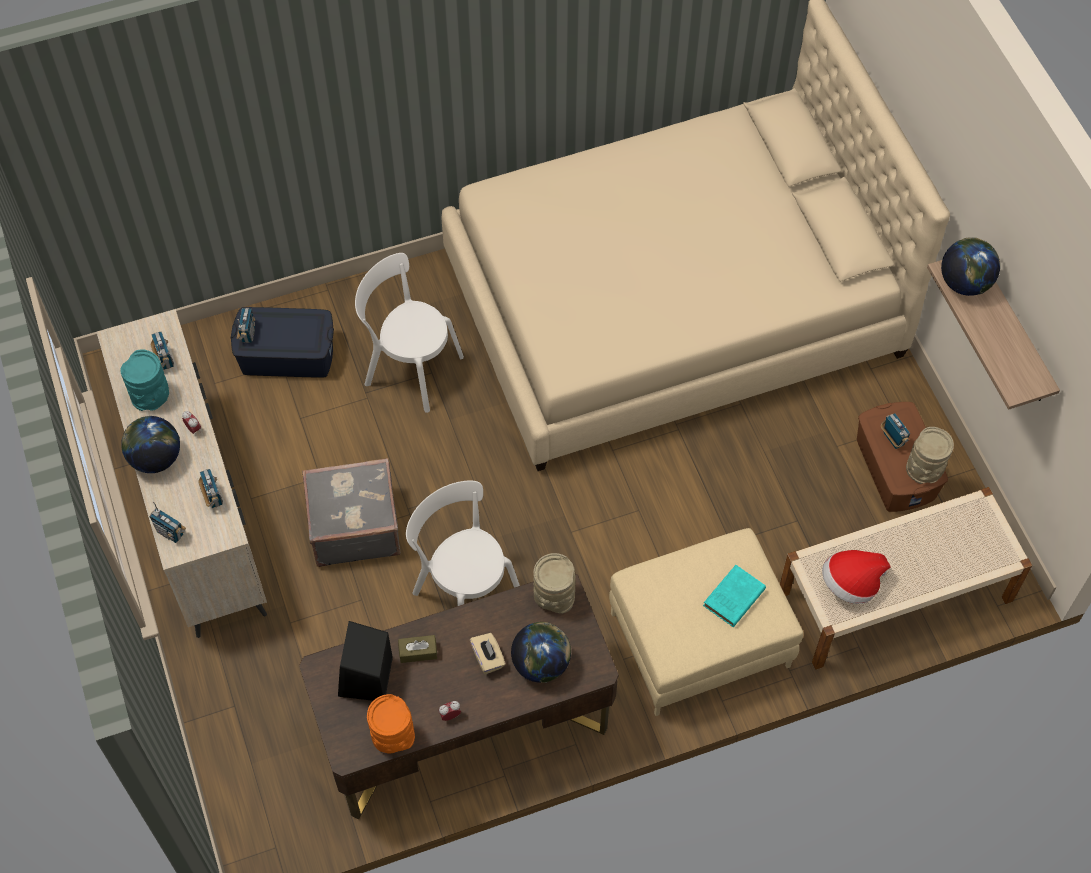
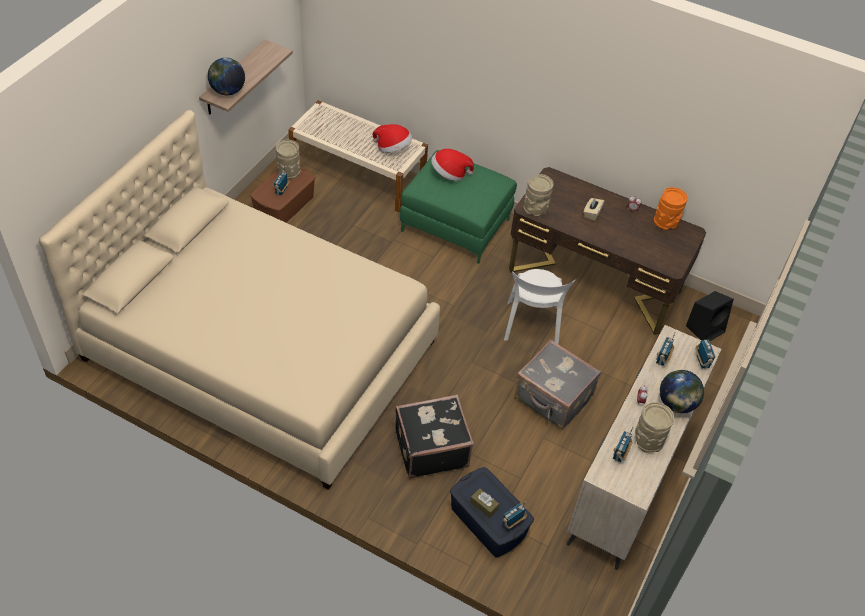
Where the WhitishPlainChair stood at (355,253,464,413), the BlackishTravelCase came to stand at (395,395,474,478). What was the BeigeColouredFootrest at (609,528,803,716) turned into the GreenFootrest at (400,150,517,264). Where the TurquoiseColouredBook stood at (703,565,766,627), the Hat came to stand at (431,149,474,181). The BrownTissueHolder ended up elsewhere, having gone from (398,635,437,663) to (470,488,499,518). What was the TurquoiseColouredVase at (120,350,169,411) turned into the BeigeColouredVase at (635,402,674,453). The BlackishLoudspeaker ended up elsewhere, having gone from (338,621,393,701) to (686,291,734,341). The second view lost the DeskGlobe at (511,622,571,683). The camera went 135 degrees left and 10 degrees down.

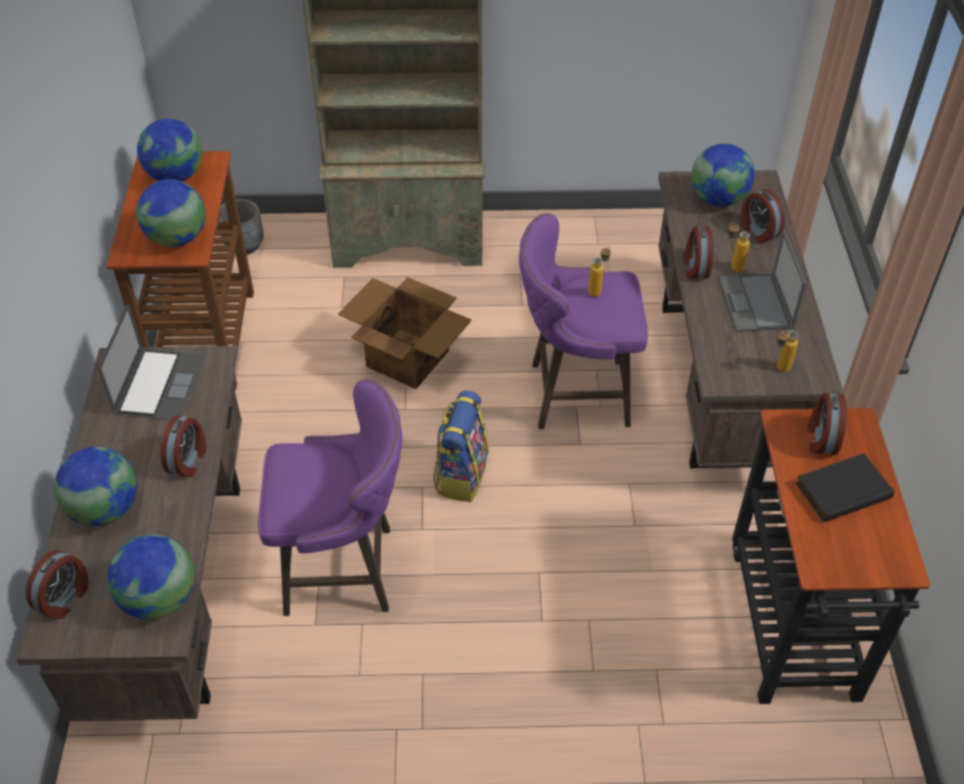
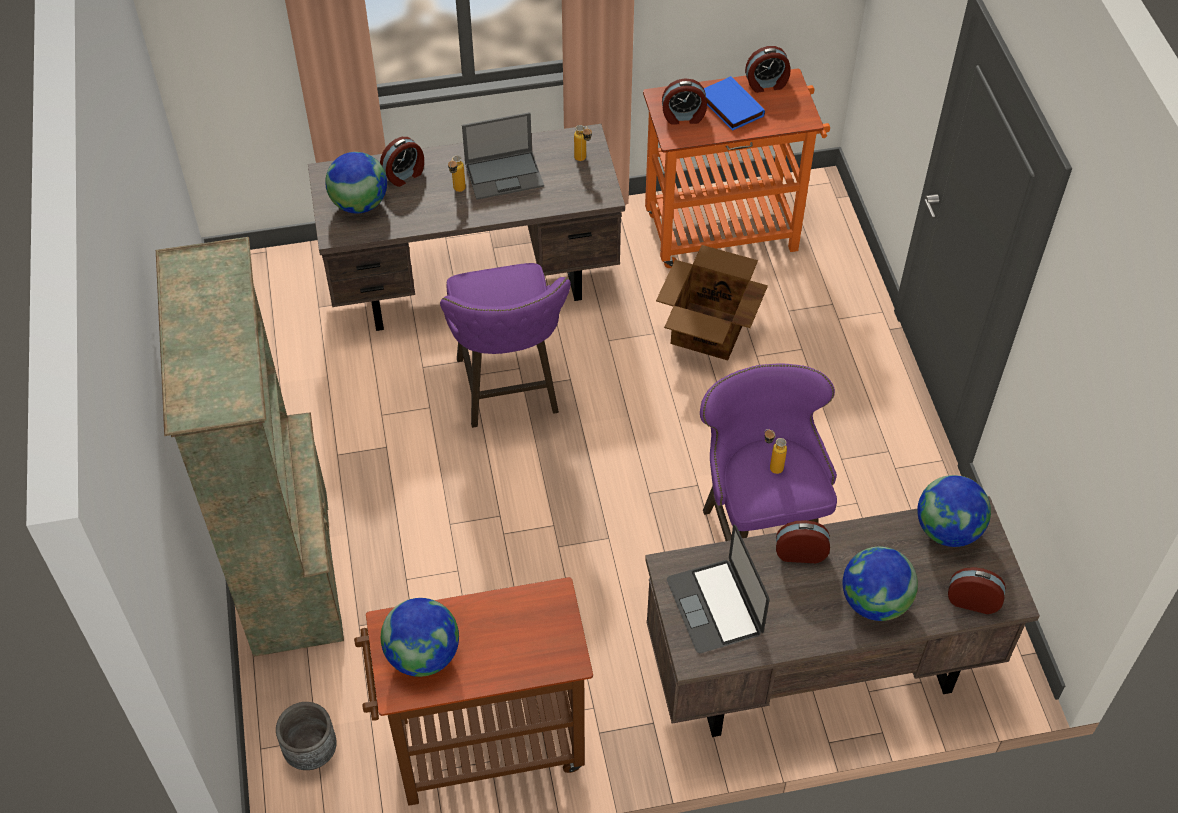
What was the BlackishTrolley at (732,408,930,704) turned into the OrangeTrolley at (643,68,830,268). The PackingBox ended up elsewhere, having gone from (338,277,472,389) to (656,245,768,360). The NotebookComputer at (98,304,205,420) ended up facing another way, 105 degrees counterclockwise from before. What was the BlackishBook at (796,453,894,522) turned into the BlueBook at (704,76,765,131). The AlarmClock ended up elsewhere, having gone from (683,226,714,279) to (745,46,791,93). The DrinkBottle ended up elsewhere, having gone from (588,246,611,297) to (765,429,787,474). The second view lost the DeskGlobe at (136,179,206,247). The second view lost the Backpack at (433,391,489,502). The camera went 100 degrees left and 5 degrees up.

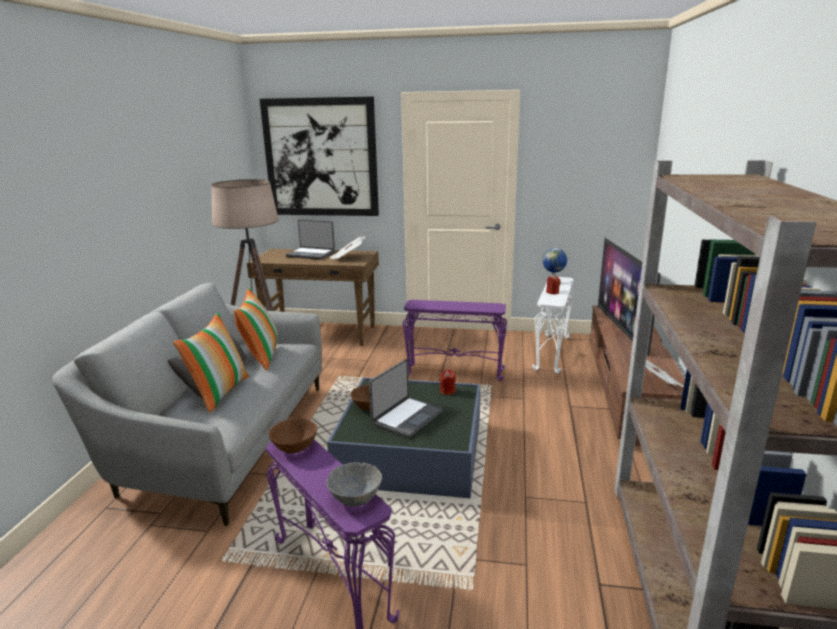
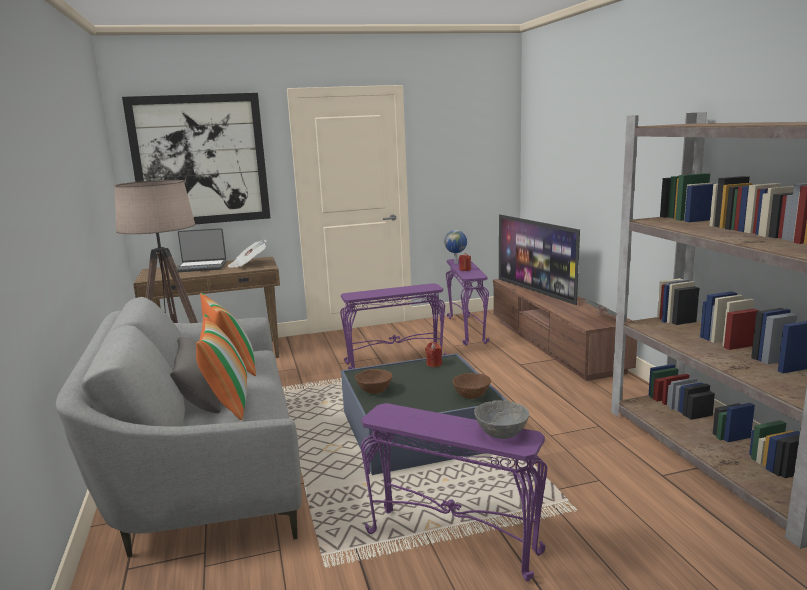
What was the WhitishAccentTable at (532,277,574,374) turned into the PurpleAccentTable at (446,259,489,346). The BrownBowl ended up elsewhere, having gone from (269,418,318,453) to (453,373,491,399). The second view lost the NotebookComputer at (369,359,443,438). The camera went 25 degrees left and 5 degrees down.

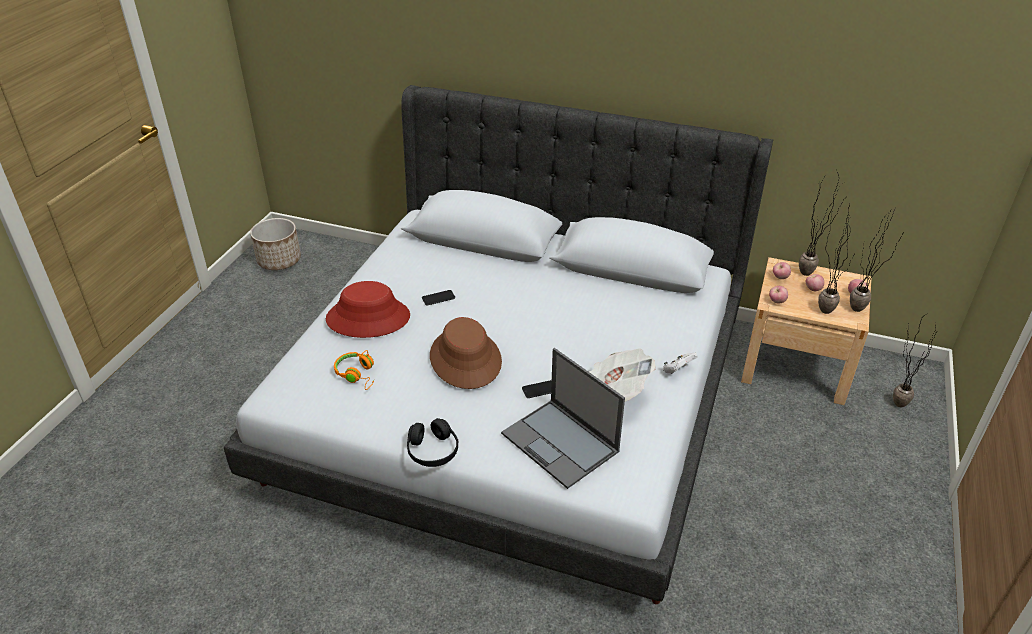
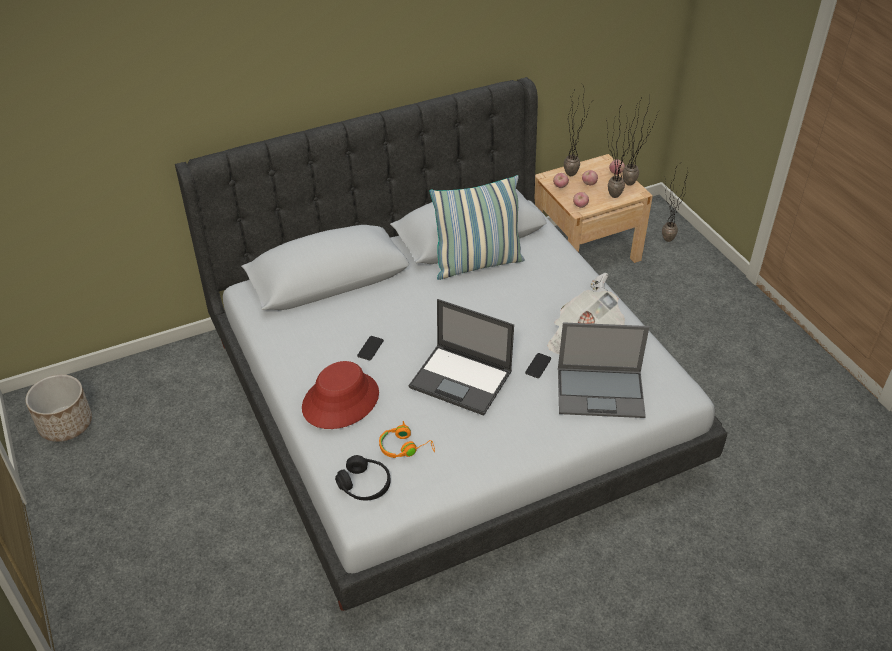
The BlackishHeadset ended up elsewhere, having gone from (407,418,459,467) to (335,455,390,501). Where the BrownHat stood at (430,317,502,389), the NotebookComputer came to stand at (409,299,514,416). The second view gained the Cushion at (429,175,525,280). The camera went 45 degrees left and 5 degrees up.

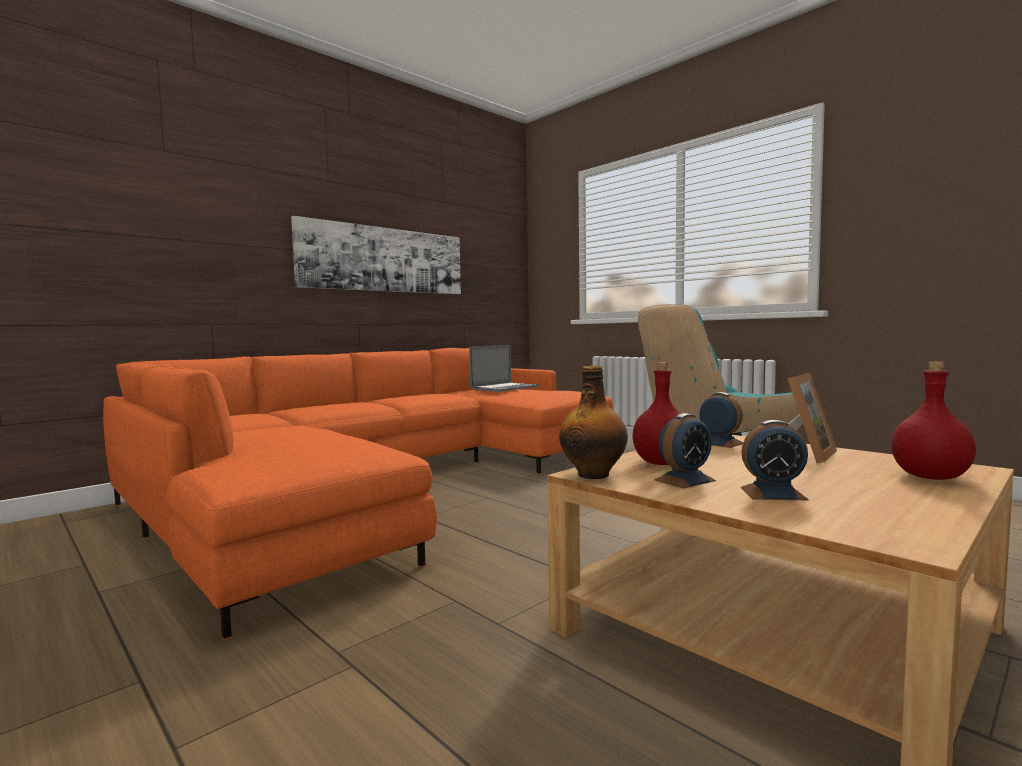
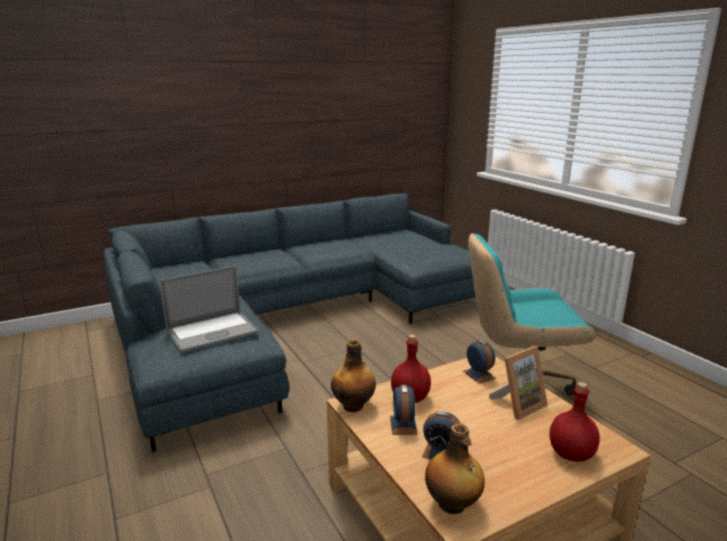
What was the OrangeCouch at (103,348,613,640) turned into the BlueCouch at (103,193,475,453). The NotebookComputer ended up elsewhere, having gone from (469,345,540,392) to (159,266,259,353). The AlarmClock at (654,413,716,489) ended up facing another way, 105 degrees clockwise from before. The second view gained the DrinkBottle at (425,423,485,514). The second view lost the WallArt at (291,216,461,294). The camera went 15 degrees right and 15 degrees up.

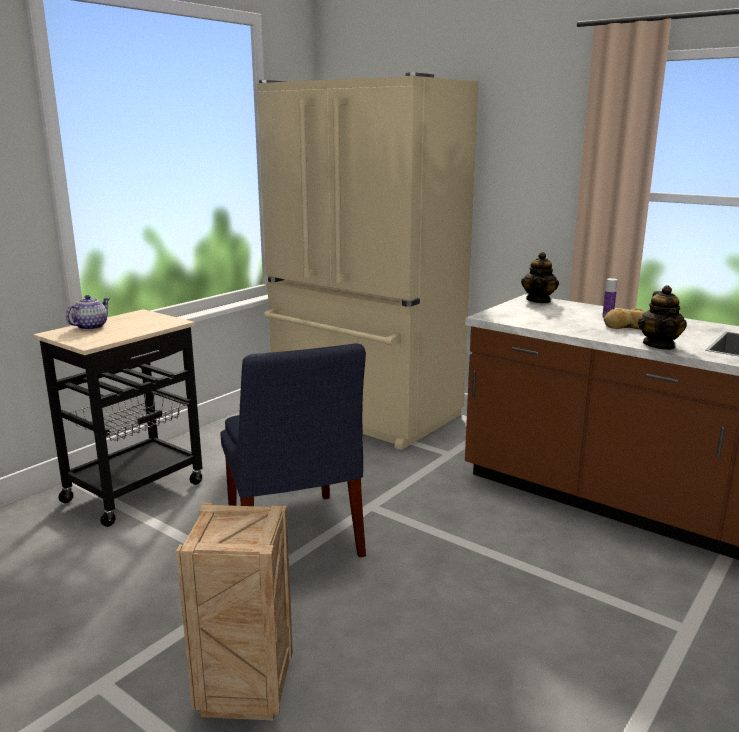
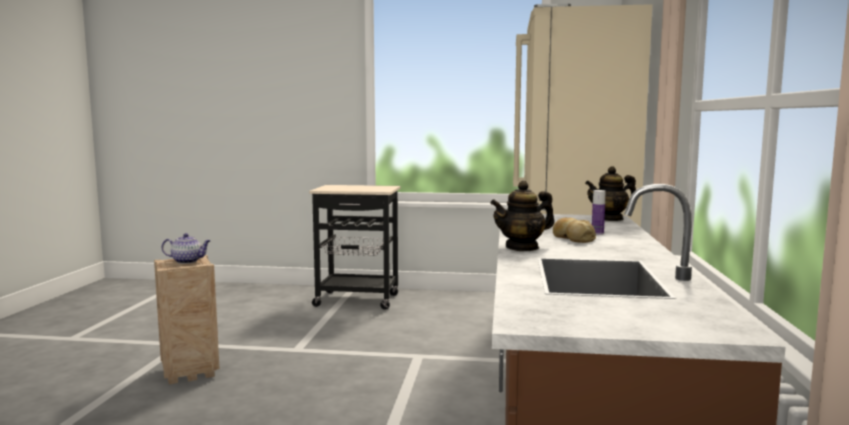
The TeaPot ended up elsewhere, having gone from (66,295,110,330) to (162,233,211,264). The second view lost the BluePlainChair at (220,343,366,557). The camera went 60 degrees right and 10 degrees down.

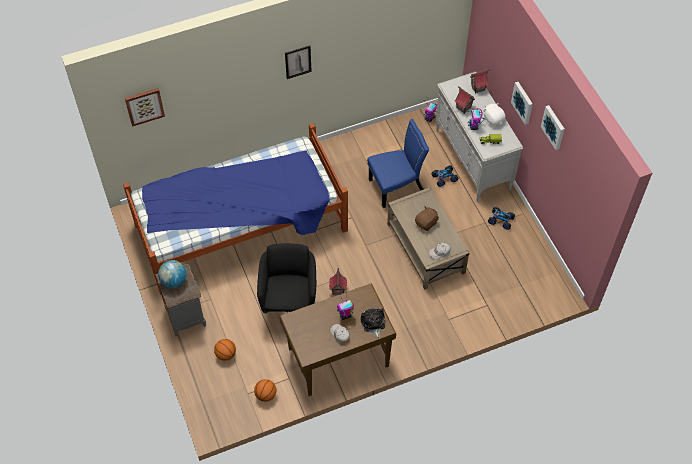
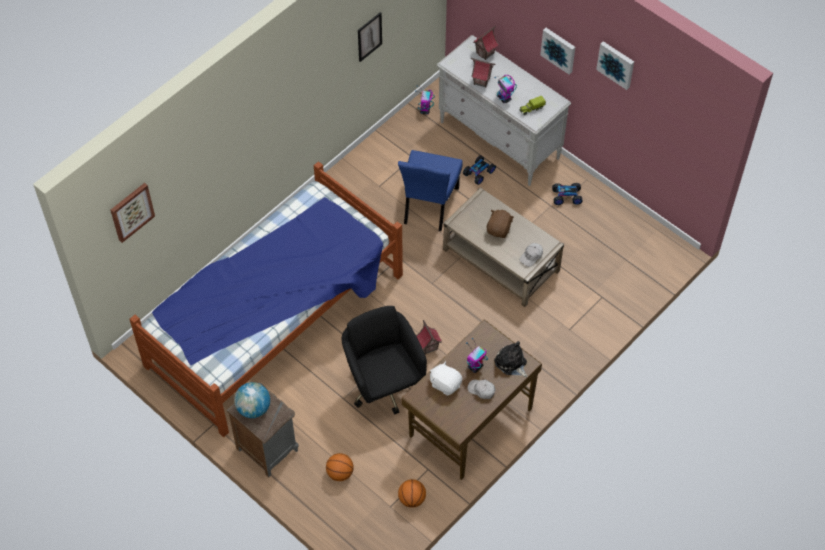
The WallArt ended up elsewhere, having gone from (285,46,312,79) to (358,12,382,62). The BluePlainChair at (367,119,429,208) ended up facing another way, 150 degrees clockwise from before. The WhitishCuddlyToy ended up elsewhere, having gone from (483,103,506,126) to (430,361,462,395). The camera went 25 degrees left and 0 degrees up.

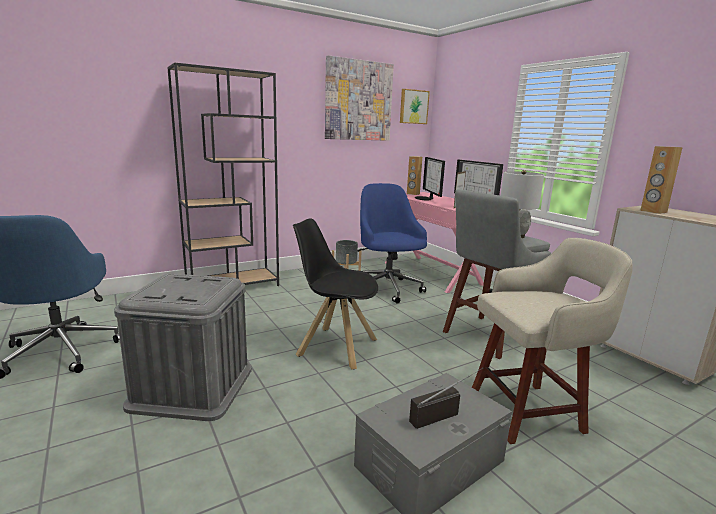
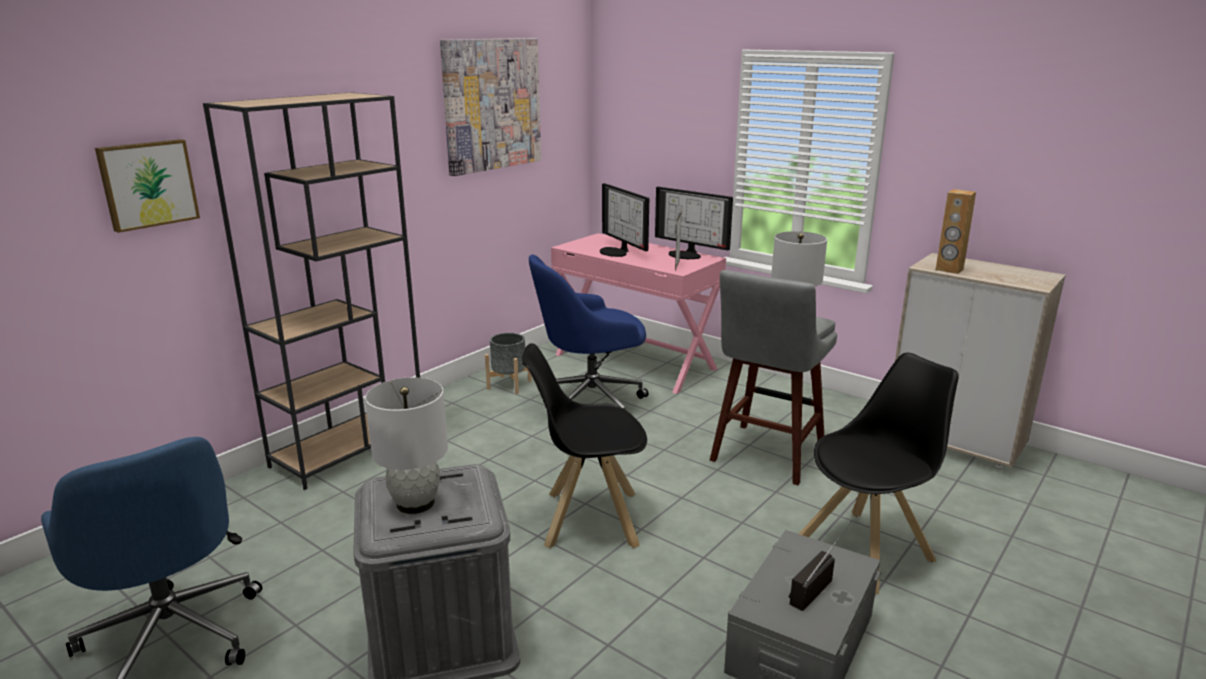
The WallArt ended up elsewhere, having gone from (400,89,430,124) to (95,139,200,233). The second view gained the WhitishLampForATable at (365,377,448,514). The BlueComputerChair at (357,183,427,303) ended up facing another way, 75 degrees counterclockwise from before. Where the BeigeColouredSittingStool stood at (472,238,633,444), the BlackishPlainChair came to stand at (799,353,959,594). The second view lost the BrownLoudspeaker at (407,156,422,195). The camera went 20 degrees left and 5 degrees up.

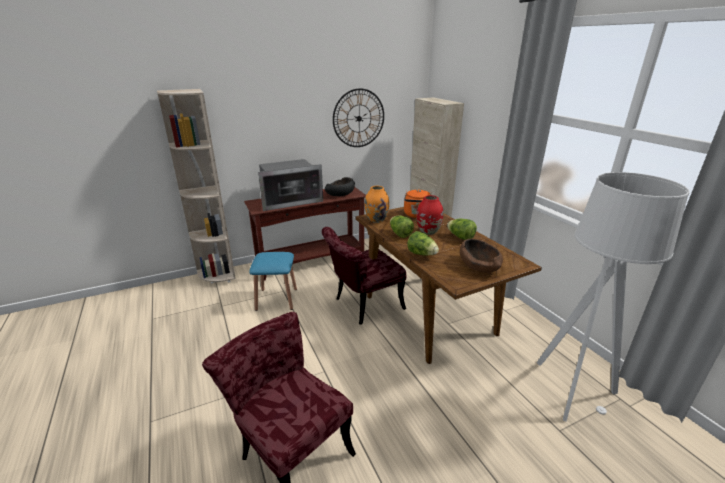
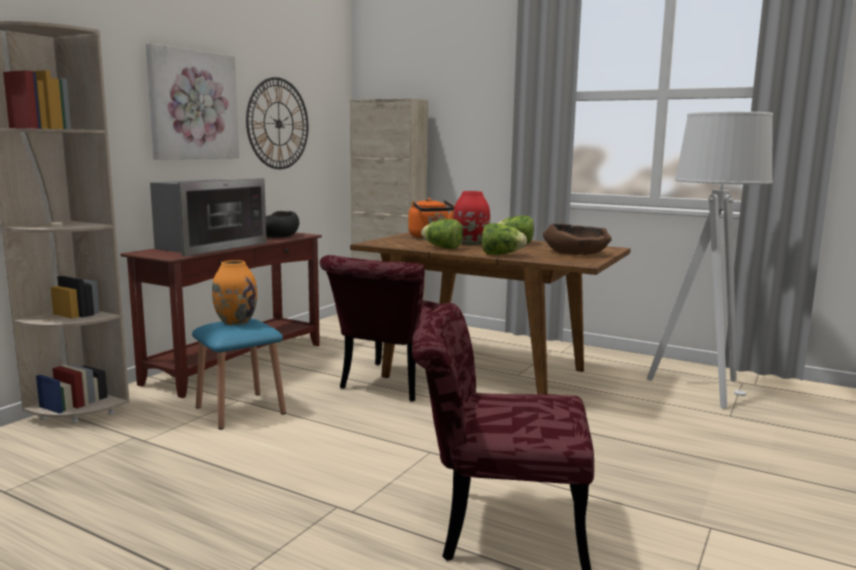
The second view gained the WallArt at (146,43,239,160). The OrangeVase ended up elsewhere, having gone from (365,186,389,223) to (212,260,257,325). The camera went 35 degrees left and 15 degrees down.

